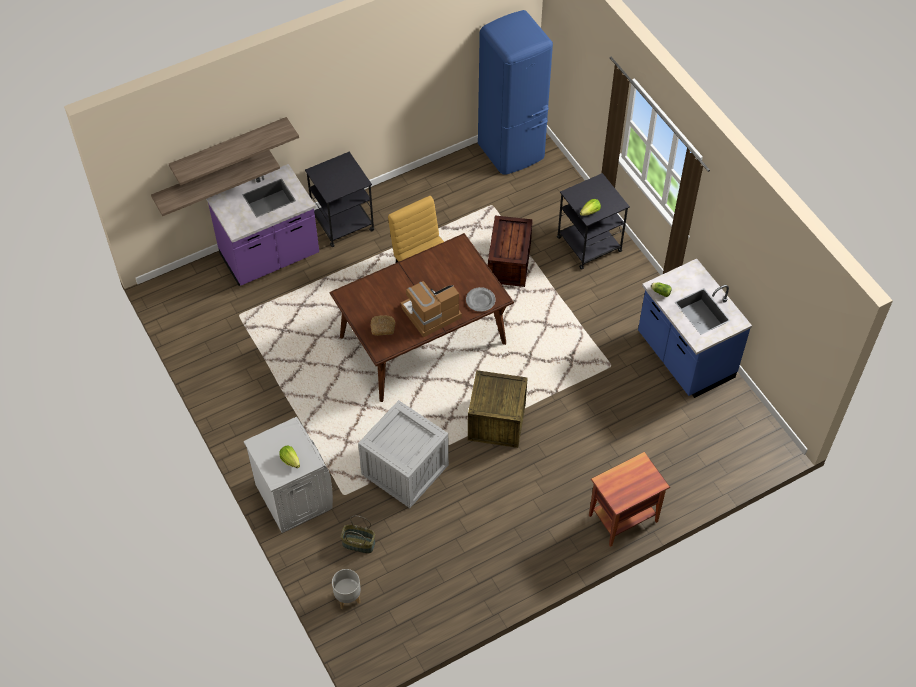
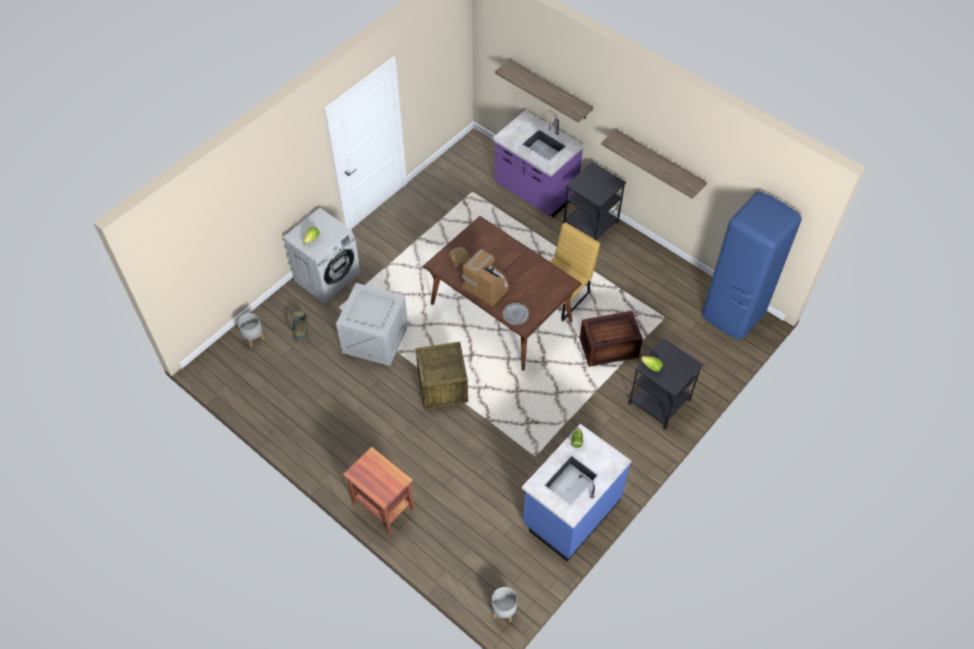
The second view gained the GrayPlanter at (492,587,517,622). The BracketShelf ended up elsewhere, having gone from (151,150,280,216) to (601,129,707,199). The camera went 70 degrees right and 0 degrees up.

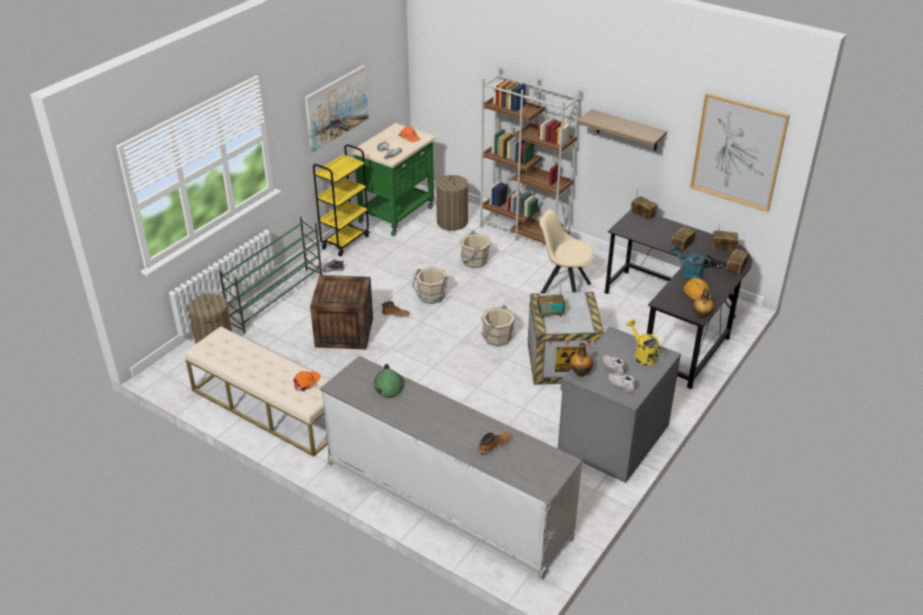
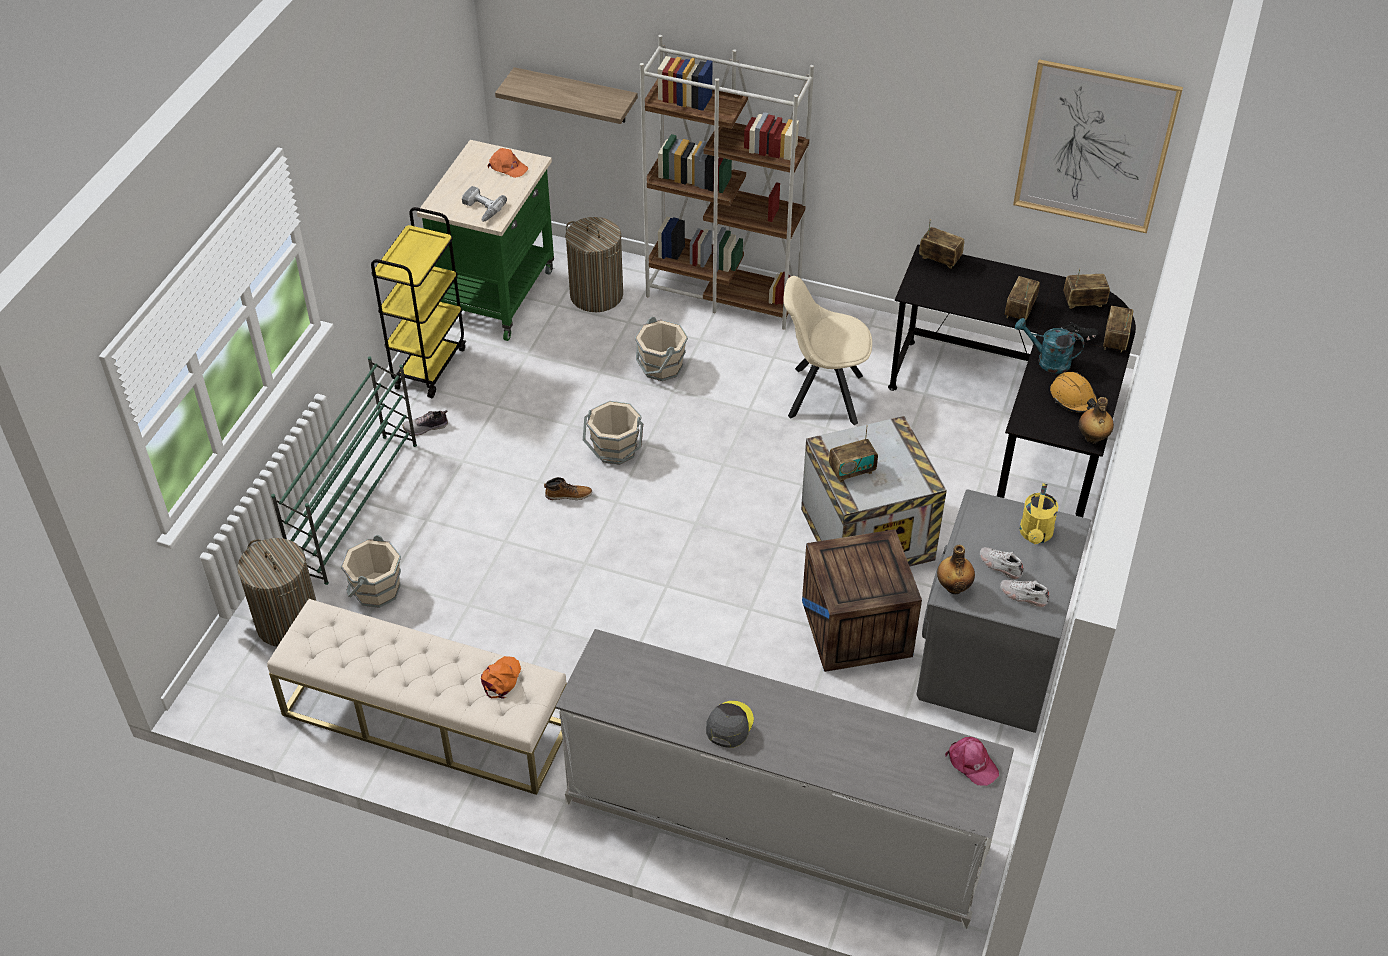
The BeigeColouredWaterBucket ended up elsewhere, having gone from (481,305,516,347) to (341,535,401,608). The BracketShelf ended up elsewhere, having gone from (577,109,667,151) to (495,67,638,124). The second view gained the GrayBaseballCap at (706,701,754,748). The Crate ended up elsewhere, having gone from (310,275,373,349) to (802,529,922,672). The second view gained the PinkBaseballCap at (945,737,999,786). The YellowColouredWateringCan at (627,319,661,366) ended up facing another way, 120 degrees counterclockwise from before. The second view lost the WallArt at (305,65,368,152). The second view lost the GreenWorkHelmet at (374,364,404,398). The second view lost the TallBoot at (478,432,511,454). The camera went 15 degrees left and 10 degrees up.

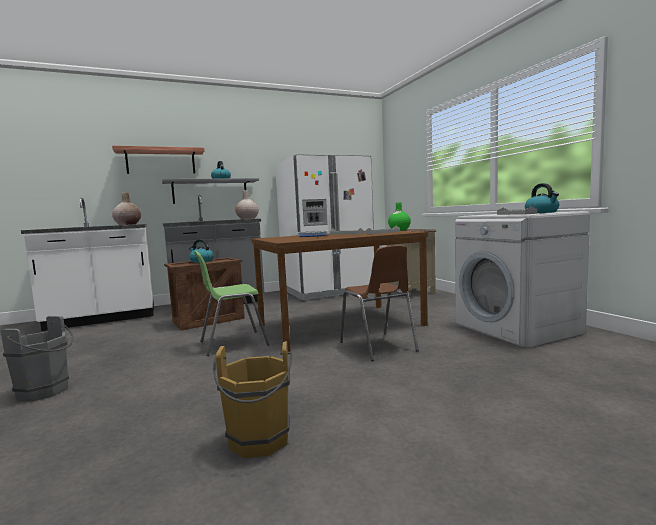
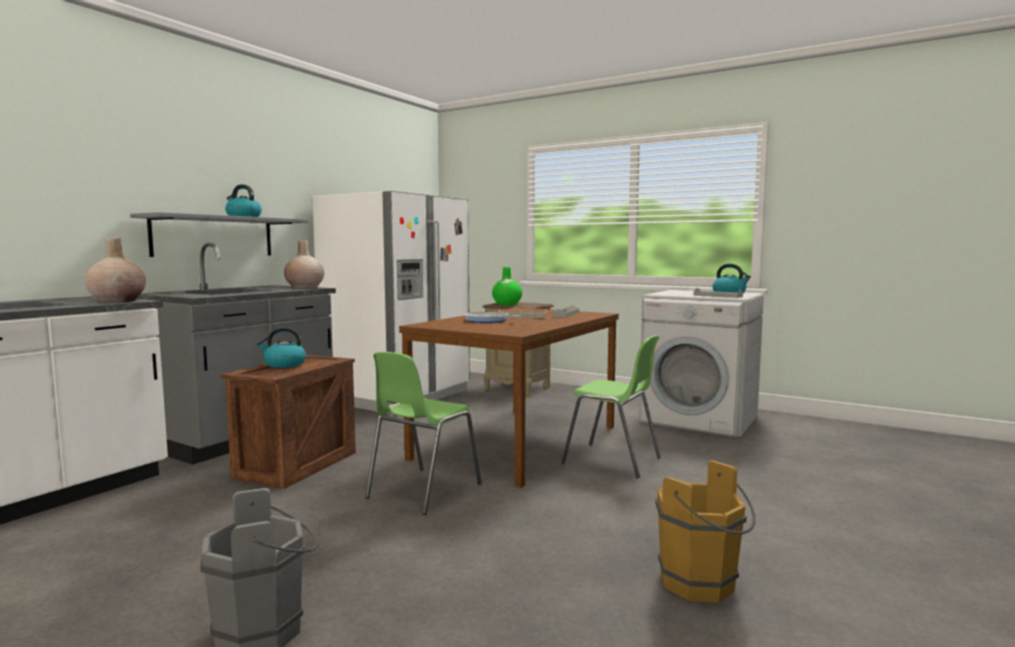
What was the BrownPlainChair at (340,245,419,361) turned into the GreenPlainChair at (561,335,661,478). The second view lost the BracketShelf at (112,145,205,174). The camera went 35 degrees left and 0 degrees up.

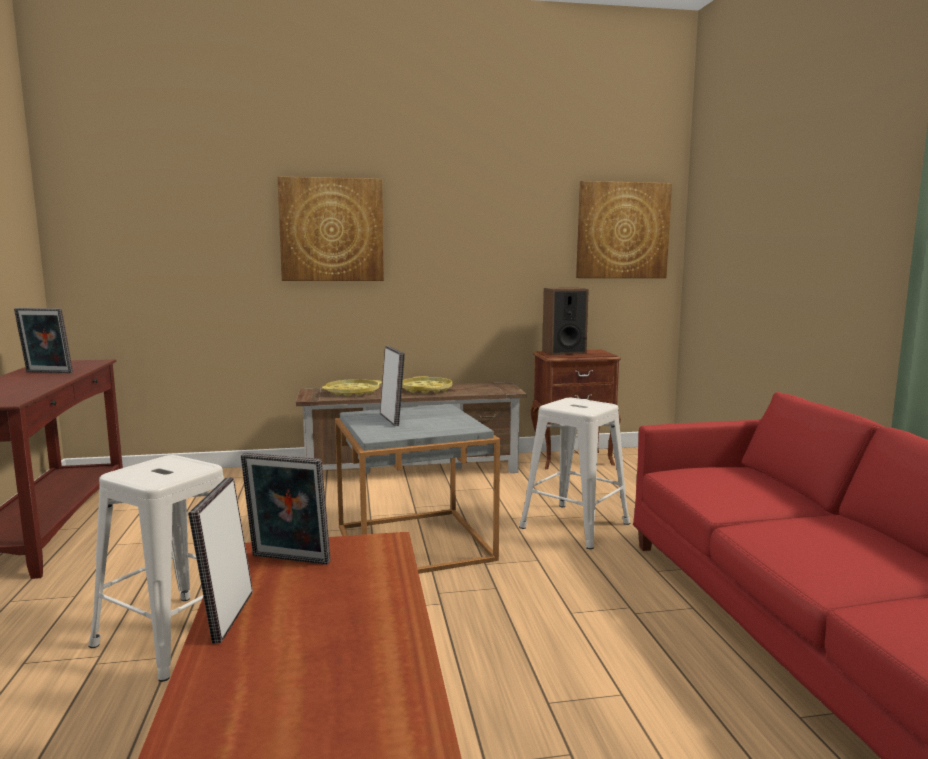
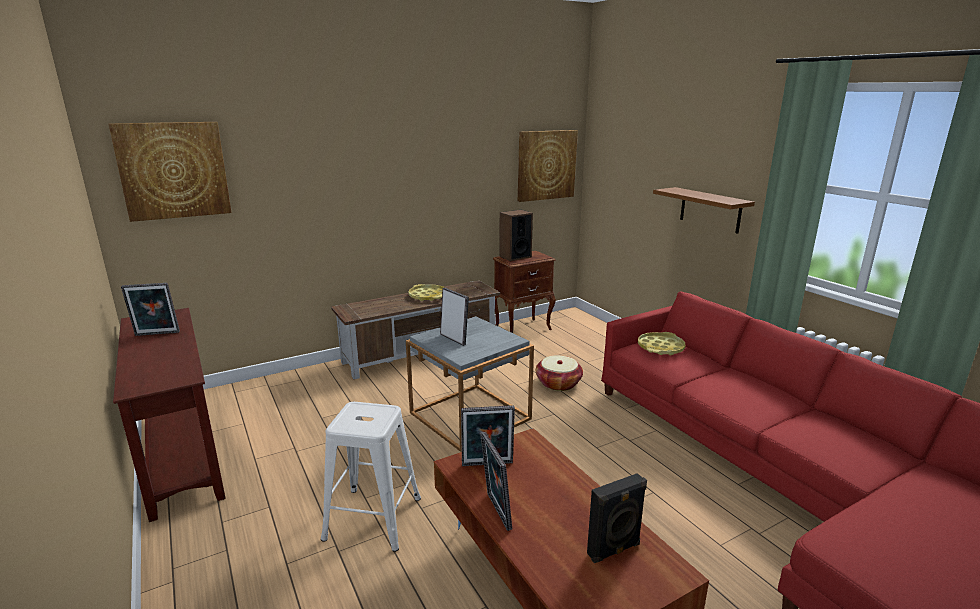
The WallArt ended up elsewhere, having gone from (277,176,384,281) to (109,122,232,222). Where the WhitishSittingStool stood at (519,398,630,549), the Basket came to stand at (536,356,583,391). The second view gained the BlackishLoudspeaker at (587,473,647,563). The YellowColouredServingTray ended up elsewhere, having gone from (322,379,382,397) to (638,332,686,355). The second view gained the BrownBracketShelf at (653,187,755,234). The camera went 20 degrees left and 10 degrees up.

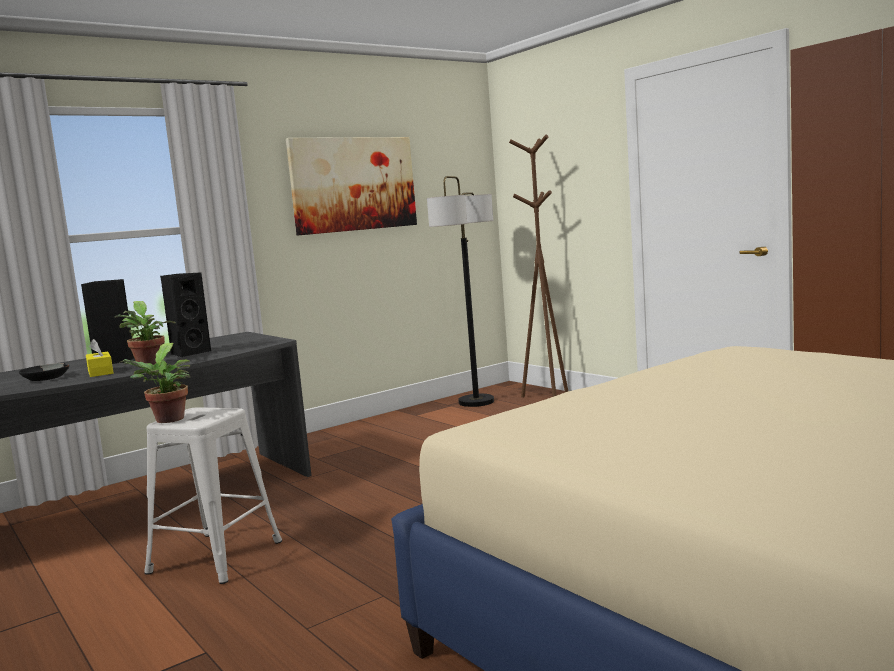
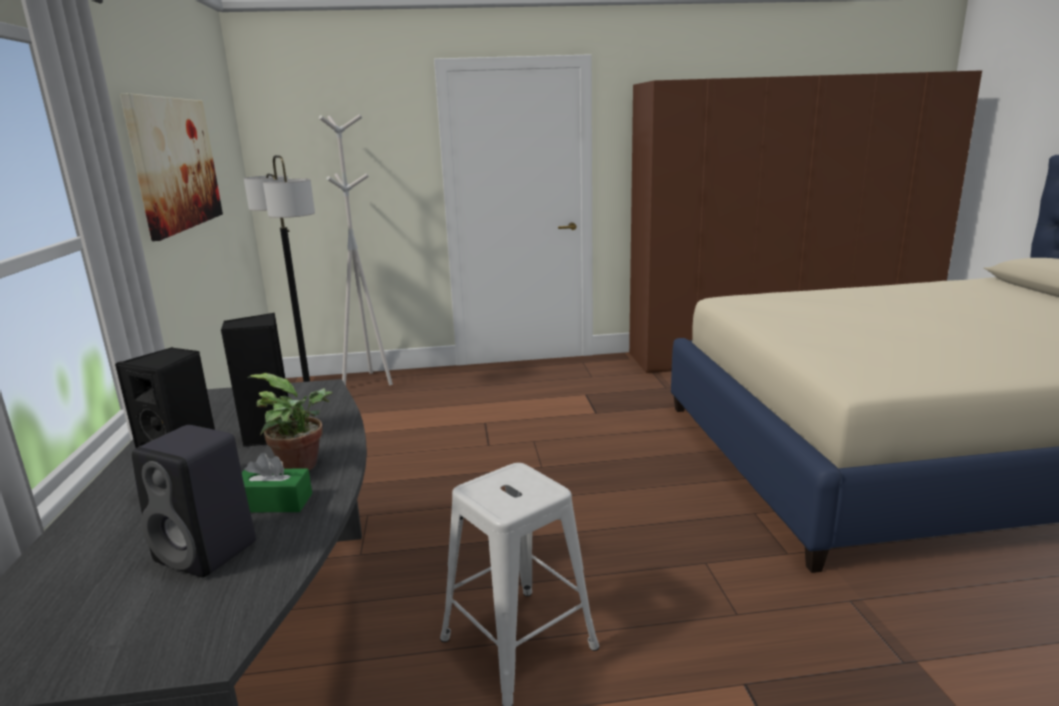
Where the BlackishBowl stood at (19,363,69,381), the BlackishLoudspeaker came to stand at (132,425,256,578). What was the YellowColouredTissueHolder at (86,339,113,377) turned into the GreenTissueHolder at (242,453,312,512). What was the BrownClothesRack at (509,135,568,398) turned into the GrayClothesRack at (319,114,393,386). The second view lost the PlantInAPot at (119,343,191,423). The camera went 60 degrees left and 10 degrees up.

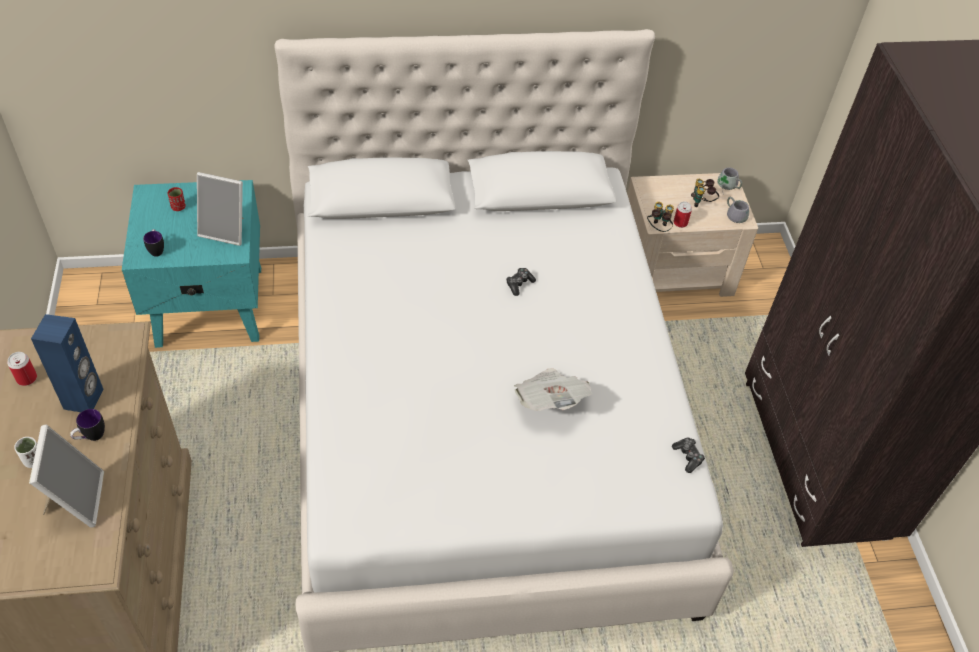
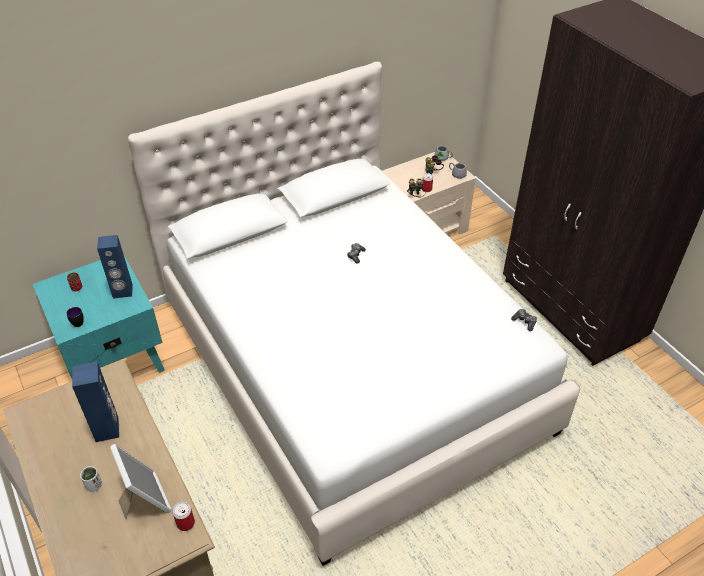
Where the PictureFrame stood at (197,172,243,246), the BlueLoudspeaker came to stand at (97,235,133,299). The SealedCan ended up elsewhere, having gone from (7,352,37,386) to (172,502,195,531). The second view lost the TeaMug at (70,409,105,441). The second view lost the Newspaper at (514,368,592,411). The camera went 20 degrees left and 5 degrees down.

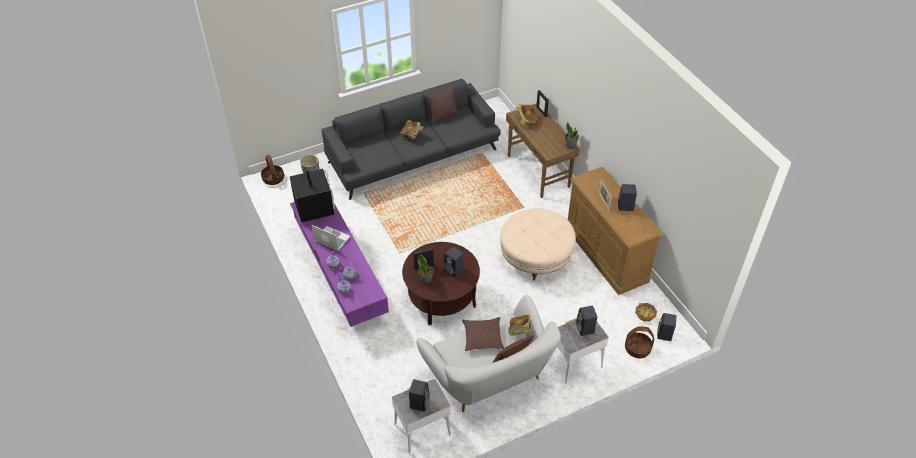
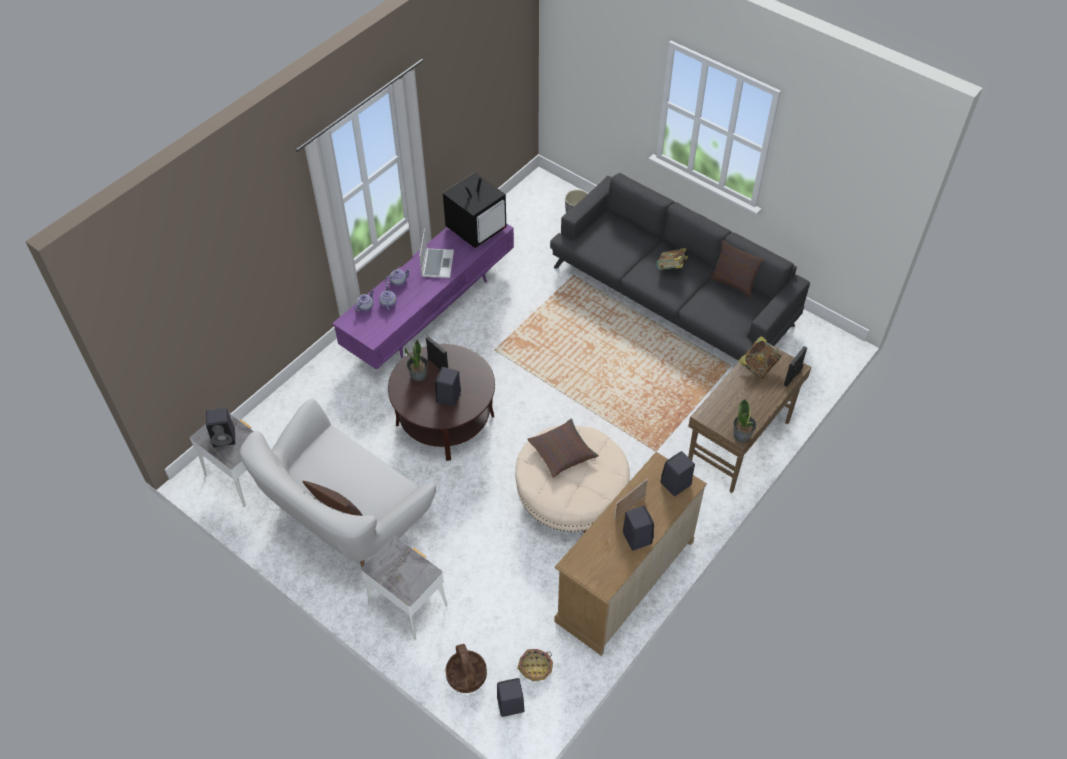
The BrownCushion ended up elsewhere, having gone from (462,317,504,351) to (527,419,599,478). The BlackishLoudspeaker ended up elsewhere, having gone from (576,306,597,336) to (661,451,695,496). The second view lost the Basket at (261,155,284,185). The second view lost the Book at (508,314,531,336). The camera went 65 degrees right and 5 degrees up.

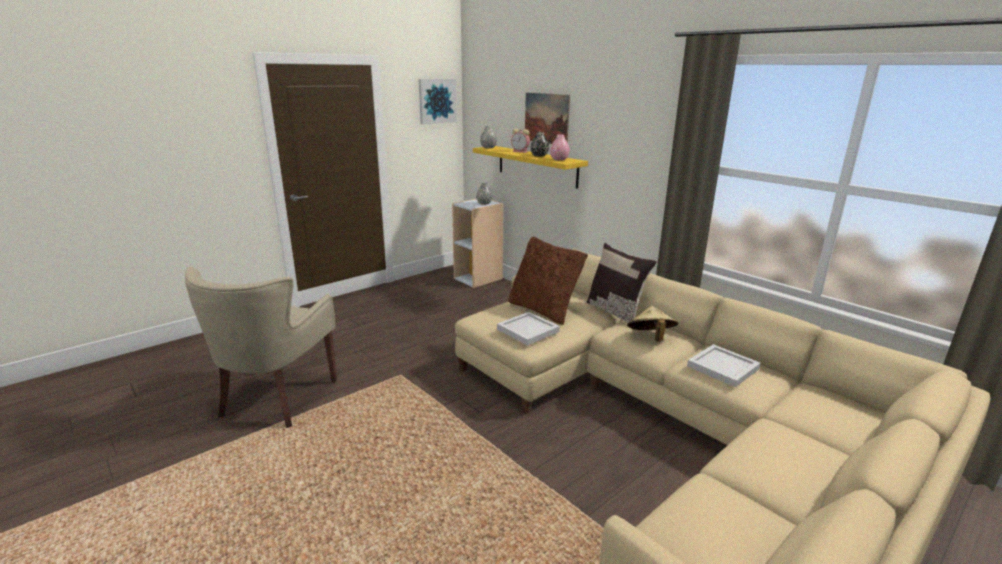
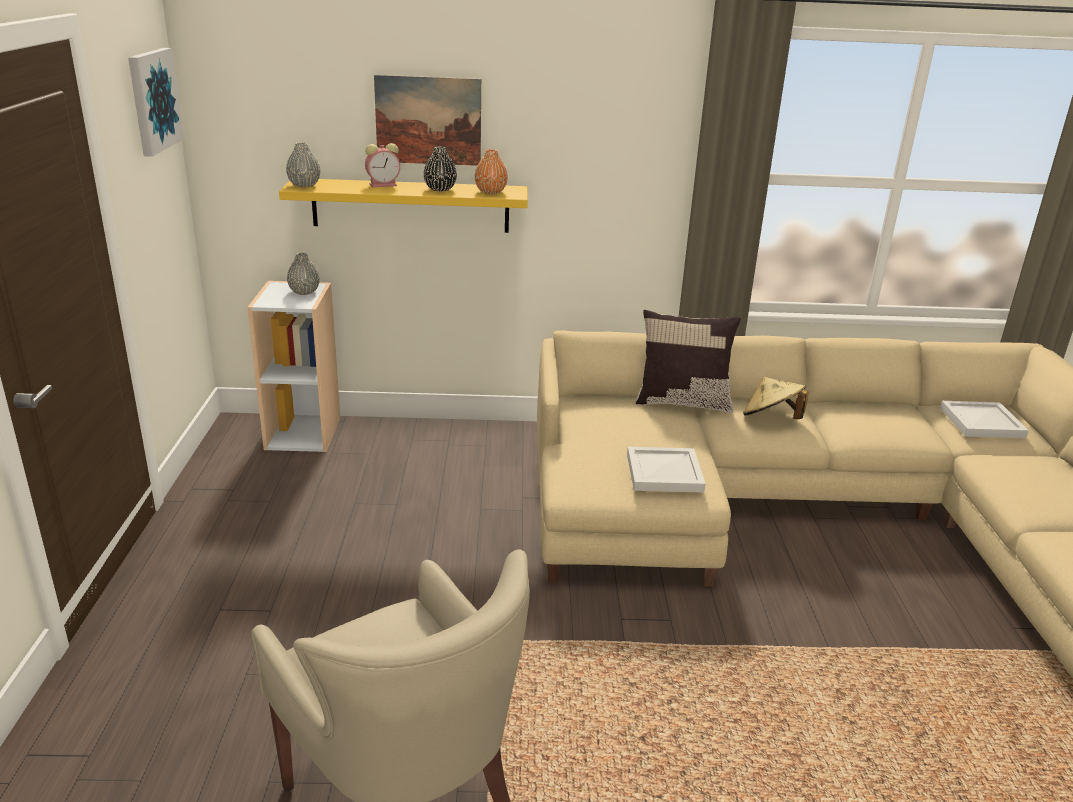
What was the PinkVase at (550,135,570,161) turned into the OrangeVase at (475,149,508,194). The WhitishServingTray ended up elsewhere, having gone from (687,344,761,387) to (940,401,1029,438). The second view lost the BrownCushion at (508,237,588,325). The camera went 50 degrees left and 5 degrees up.

